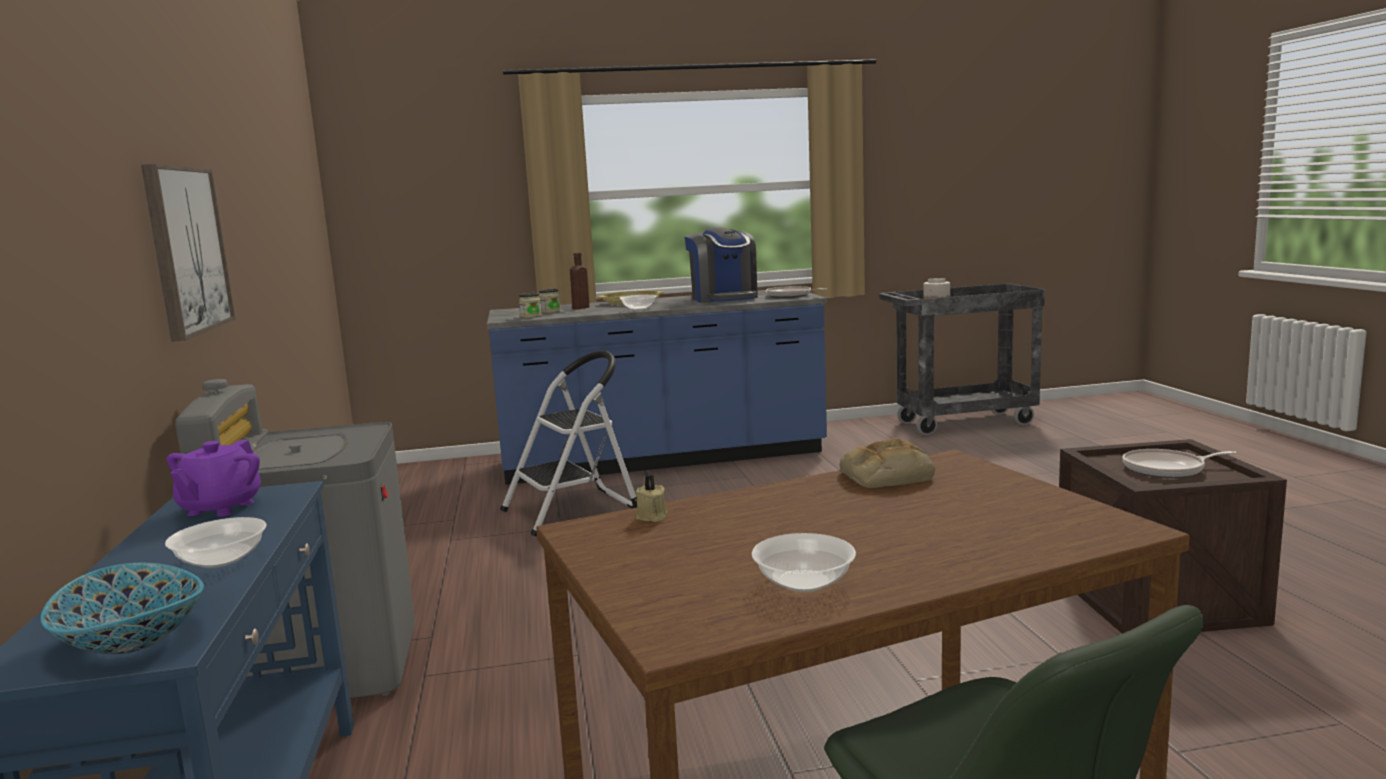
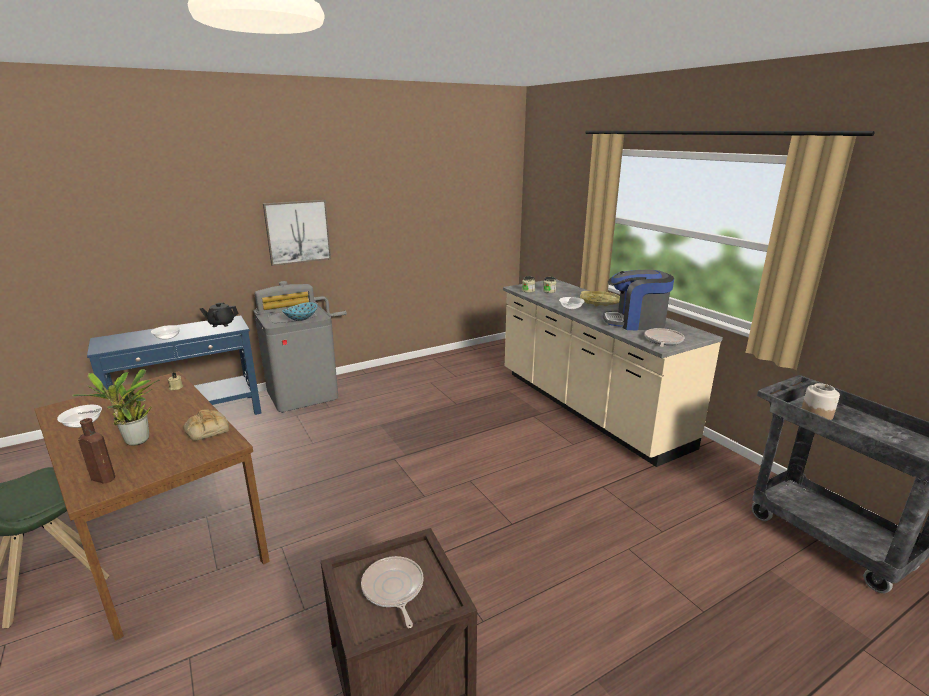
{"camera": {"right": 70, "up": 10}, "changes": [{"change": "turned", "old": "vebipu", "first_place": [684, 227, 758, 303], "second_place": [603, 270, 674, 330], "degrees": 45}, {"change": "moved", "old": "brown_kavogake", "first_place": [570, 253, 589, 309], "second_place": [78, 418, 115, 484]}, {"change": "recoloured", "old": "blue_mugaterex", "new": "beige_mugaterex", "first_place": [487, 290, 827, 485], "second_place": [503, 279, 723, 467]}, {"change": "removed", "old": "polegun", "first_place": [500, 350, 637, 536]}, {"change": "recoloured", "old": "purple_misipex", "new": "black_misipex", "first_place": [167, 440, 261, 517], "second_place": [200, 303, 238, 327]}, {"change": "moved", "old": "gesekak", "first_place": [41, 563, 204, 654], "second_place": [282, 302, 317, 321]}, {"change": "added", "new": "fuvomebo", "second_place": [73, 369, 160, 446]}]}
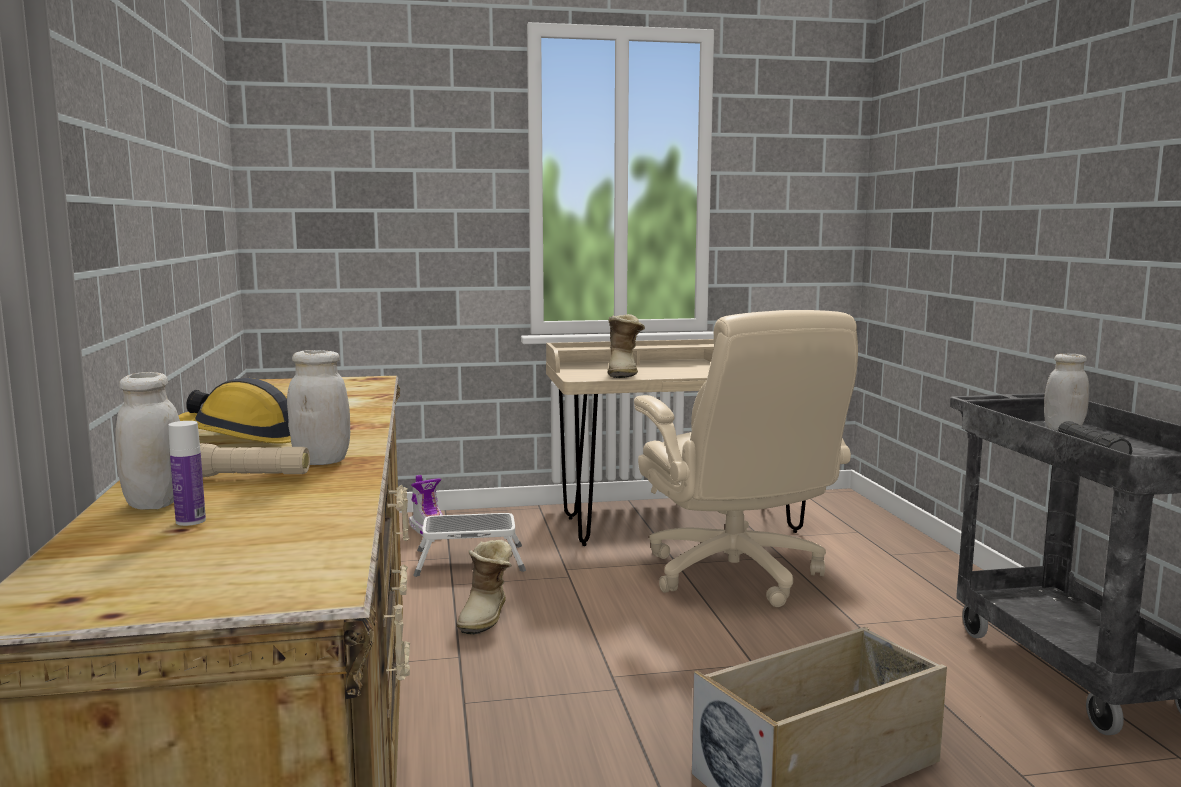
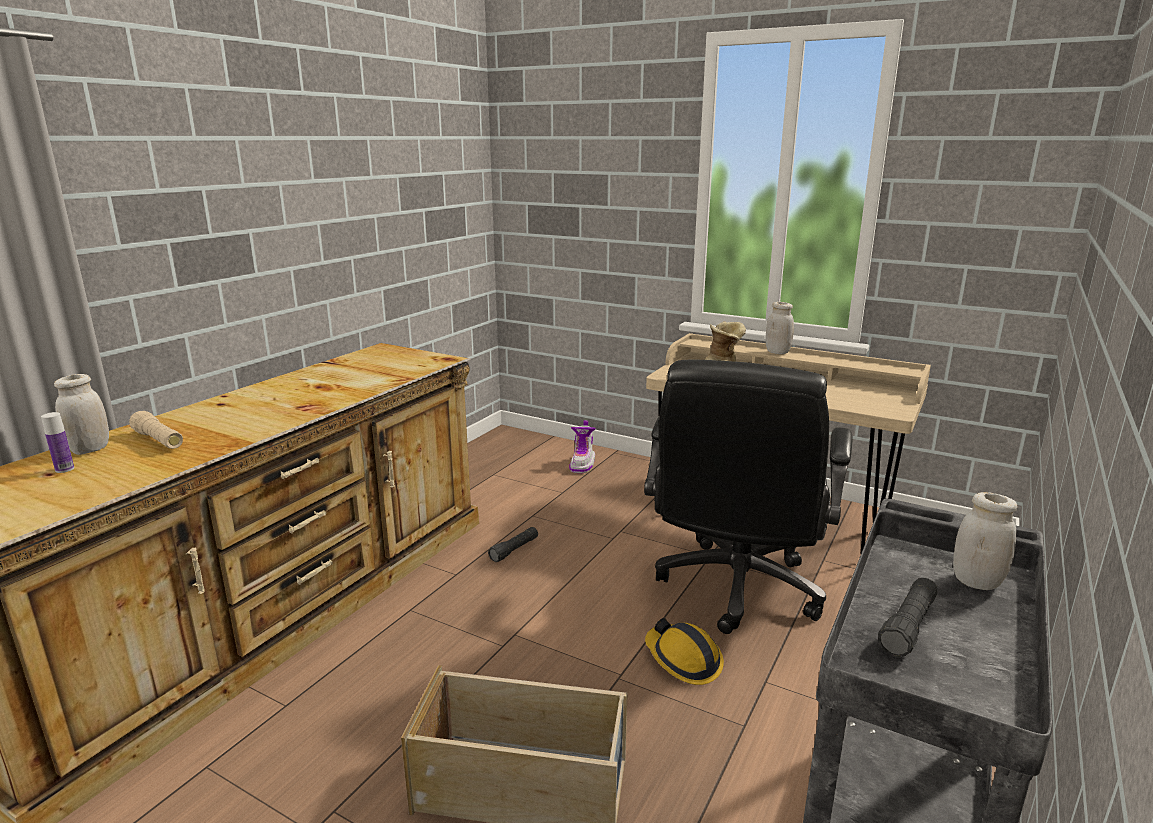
{"camera": {"right": 40, "up": 10}, "changes": [{"change": "recoloured", "old": "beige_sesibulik", "new": "black_sesibulik", "first_place": [634, 310, 858, 607], "second_place": [644, 360, 853, 634]}, {"change": "moved", "old": "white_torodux", "first_place": [287, 350, 350, 465], "second_place": [766, 302, 794, 354]}, {"change": "moved", "old": "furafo", "first_place": [178, 378, 291, 443], "second_place": [645, 618, 724, 685]}, {"change": "removed", "old": "grey_polegun", "first_place": [413, 513, 526, 577]}, {"change": "replaced", "old": "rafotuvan", "new": "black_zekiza", "first_place": [457, 540, 513, 635], "second_place": [488, 527, 538, 562]}]}
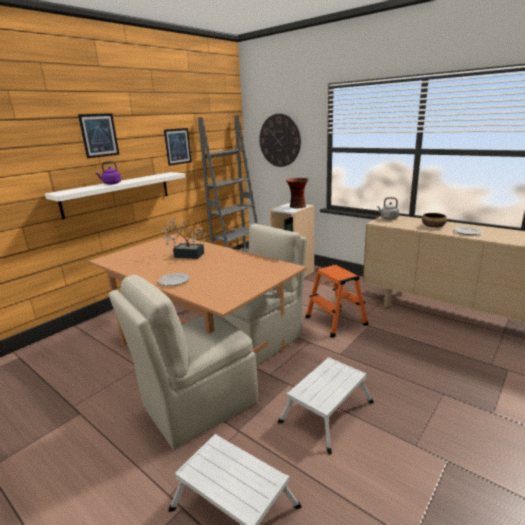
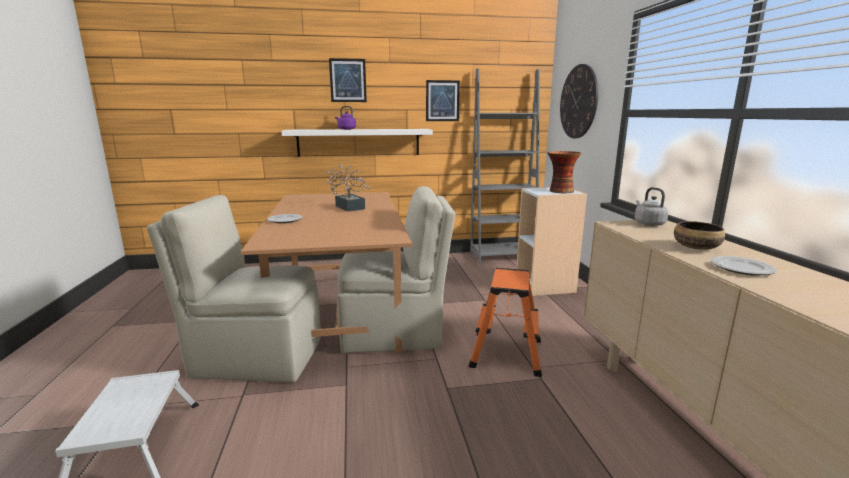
{"camera": {"right": 40, "up": -5}, "changes": [{"change": "removed", "old": "white_polegun", "first_place": [278, 357, 374, 455]}]}
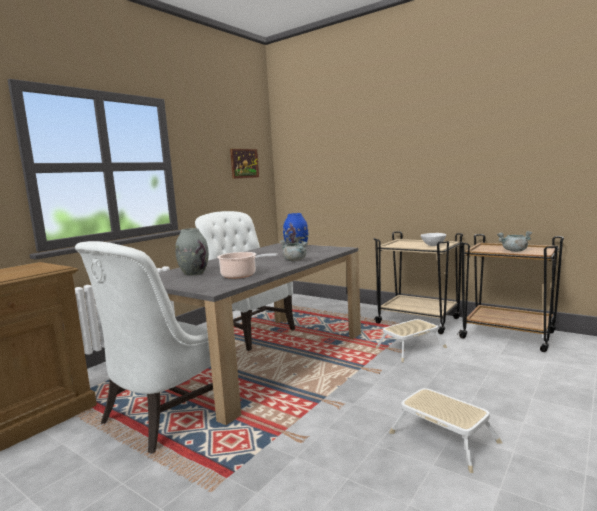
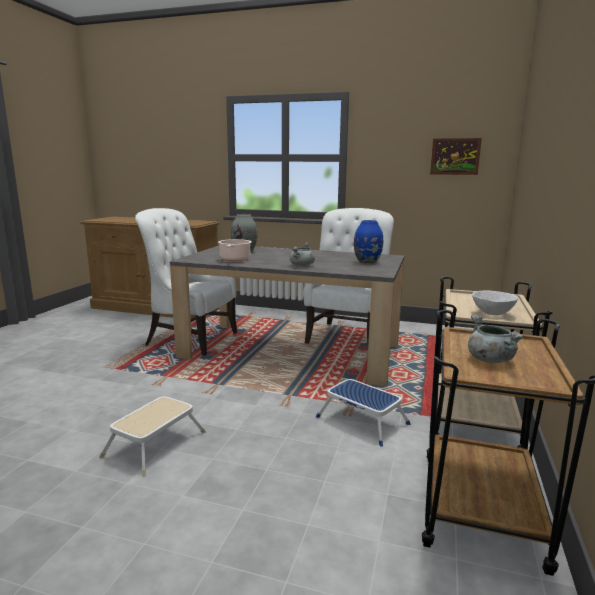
{"camera": {"right": 70, "up": 5}, "changes": [{"change": "recoloured", "old": "beige_polegun", "new": "blue_polegun", "first_place": [375, 319, 447, 362], "second_place": [316, 379, 411, 447]}]}
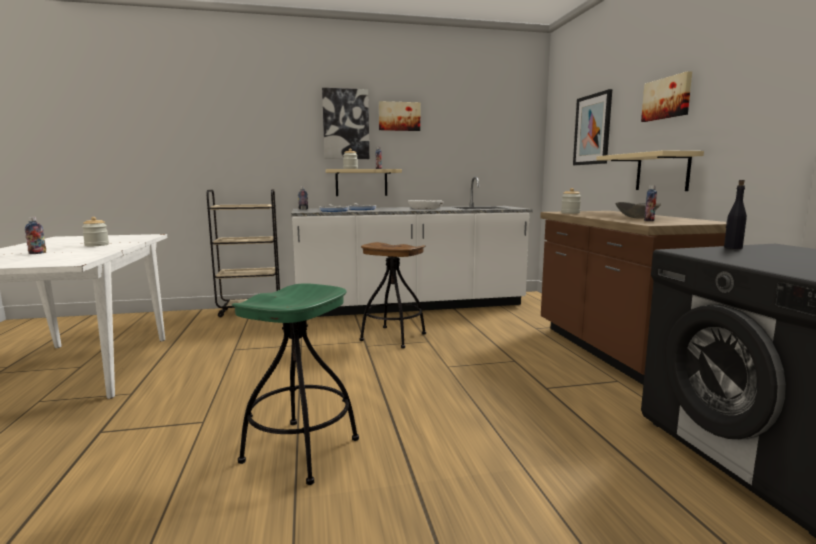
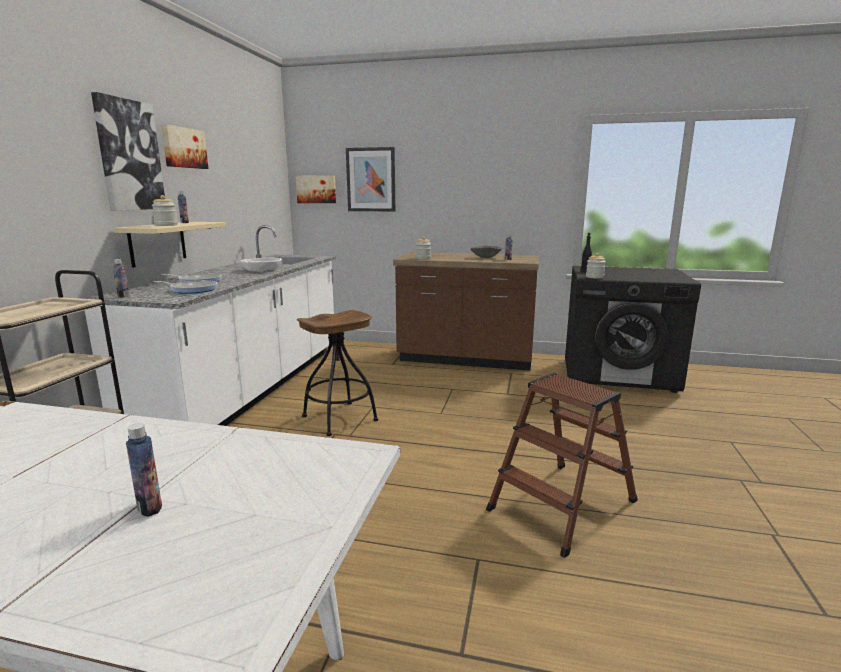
{"camera": {"right": -65, "up": 5}, "changes": [{"change": "moved", "old": "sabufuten", "first_place": [641, 71, 692, 122], "second_place": [296, 175, 336, 203]}, {"change": "removed", "old": "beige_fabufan", "first_place": [596, 150, 704, 191]}, {"change": "moved", "old": "torodux", "first_place": [82, 217, 109, 246], "second_place": [586, 253, 606, 279]}, {"change": "replaced", "old": "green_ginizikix", "new": "brown_polegun", "first_place": [232, 283, 359, 485], "second_place": [486, 373, 638, 558]}]}
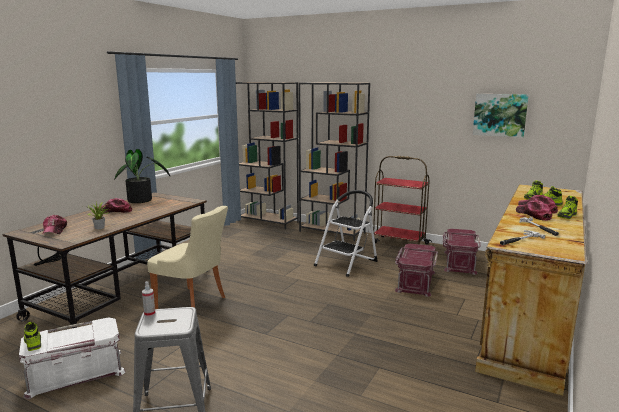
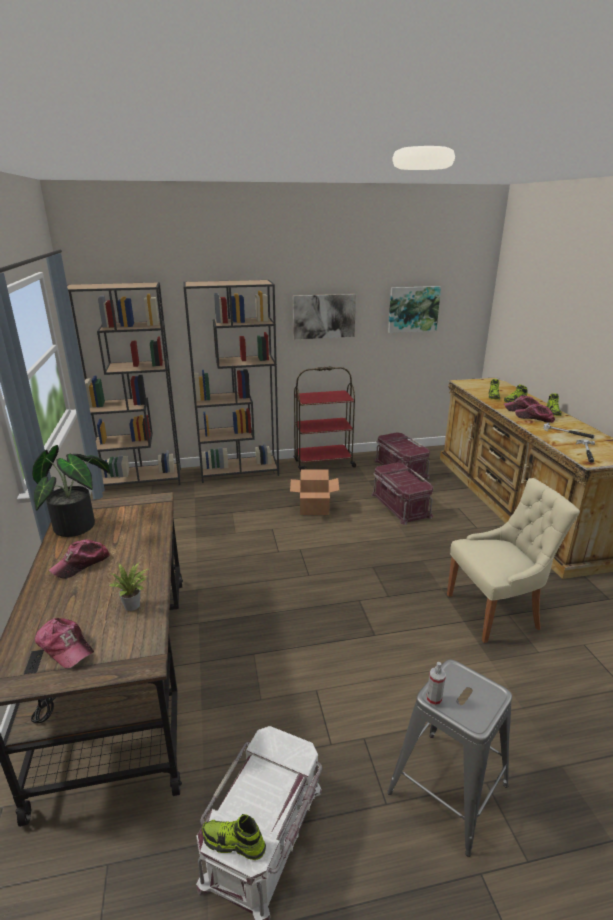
{"camera": {"right": -40, "up": 10}, "changes": [{"change": "replaced", "old": "polegun", "new": "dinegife", "first_place": [314, 190, 378, 277], "second_place": [290, 469, 339, 515]}, {"change": "moved", "old": "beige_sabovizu", "first_place": [147, 206, 228, 309], "second_place": [447, 478, 580, 643]}, {"change": "added", "new": "sabufuten", "second_place": [293, 294, 356, 339]}]}
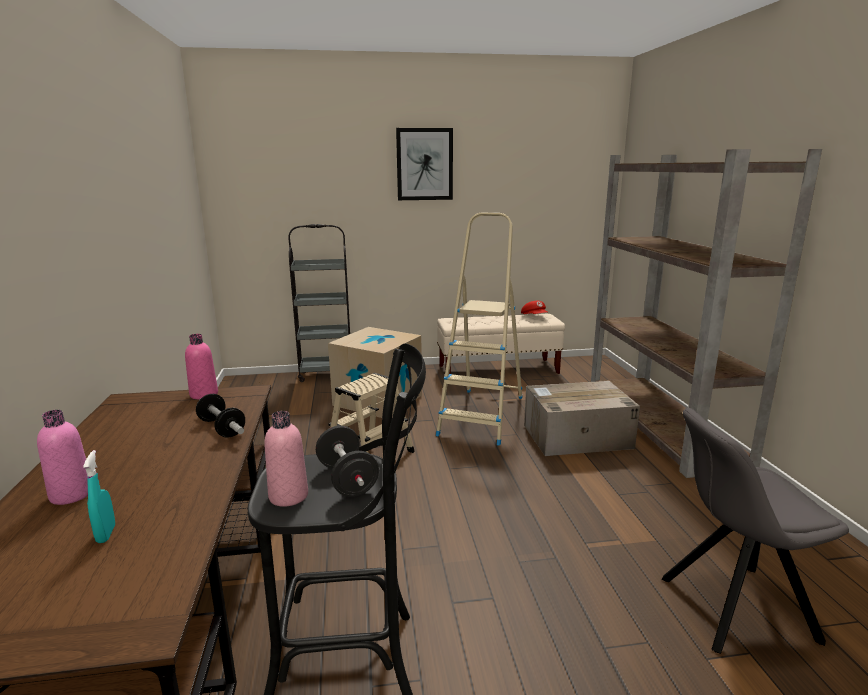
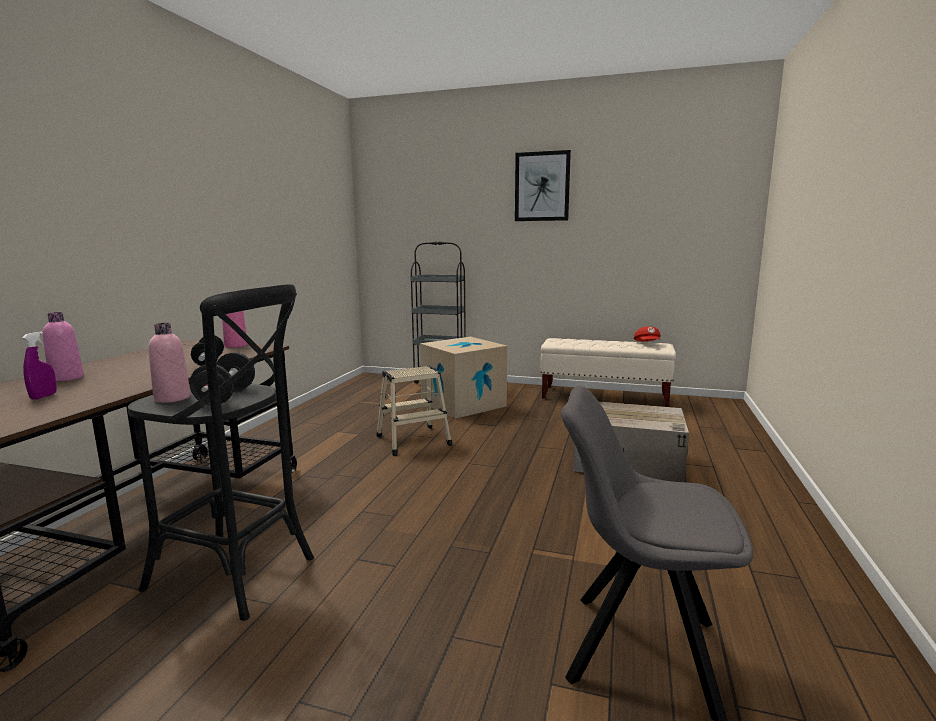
{"camera": {"right": 25, "up": -5}, "changes": [{"change": "removed", "old": "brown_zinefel", "first_place": [591, 149, 822, 478]}, {"change": "removed", "old": "beige_polegun", "first_place": [436, 213, 523, 446]}, {"change": "recoloured", "old": "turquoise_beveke", "new": "purple_beveke", "first_place": [83, 450, 115, 543], "second_place": [22, 331, 57, 400]}]}
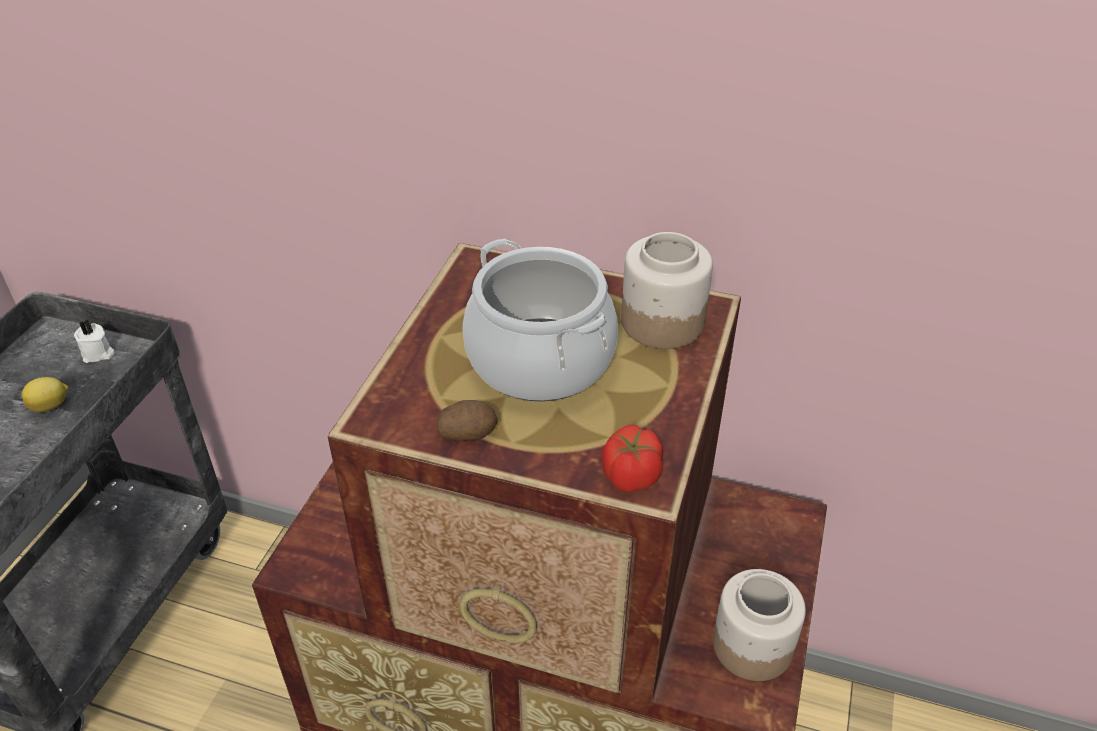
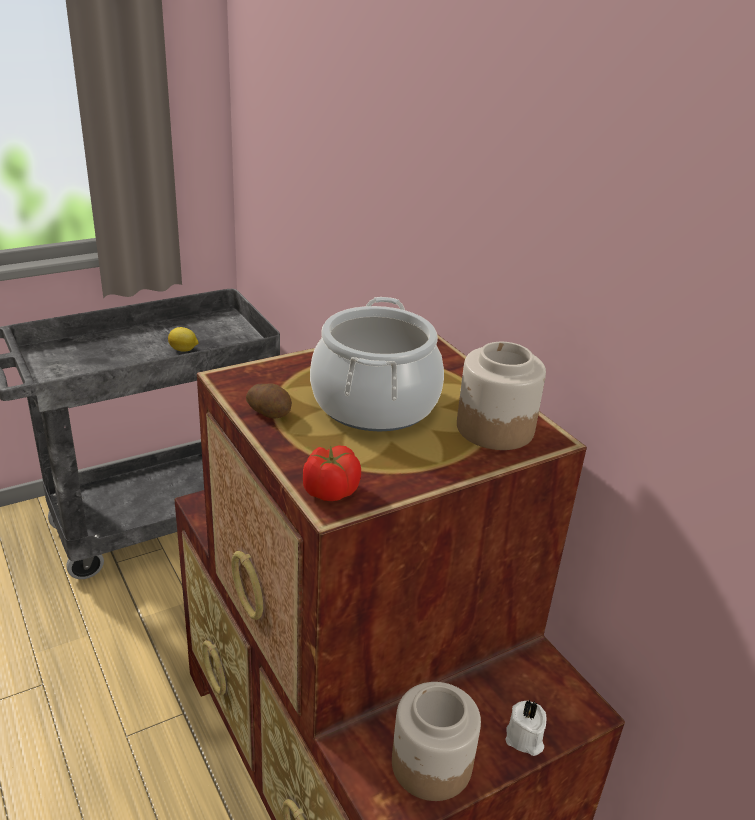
{"camera": {"right": 40, "up": -10}, "changes": [{"change": "moved", "old": "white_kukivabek", "first_place": [74, 320, 114, 363], "second_place": [505, 700, 547, 756]}]}
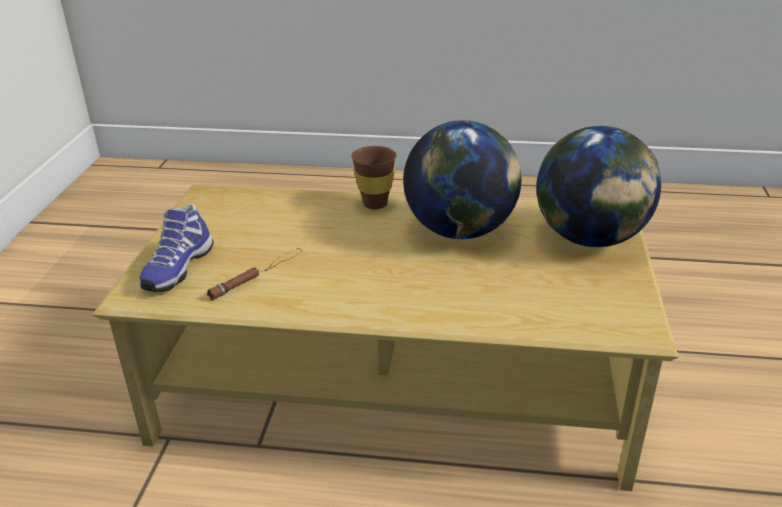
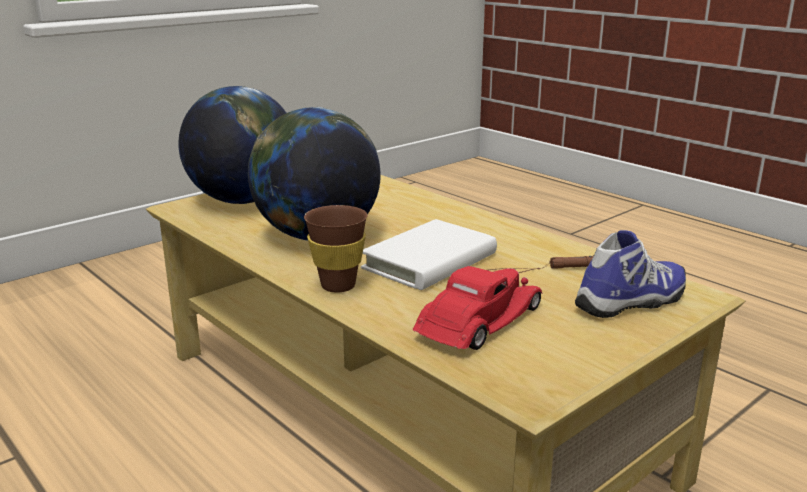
{"camera": {"right": -140, "up": -10}, "changes": [{"change": "added", "new": "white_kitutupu", "second_place": [361, 219, 497, 290]}, {"change": "added", "new": "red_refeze", "second_place": [413, 266, 543, 350]}]}
